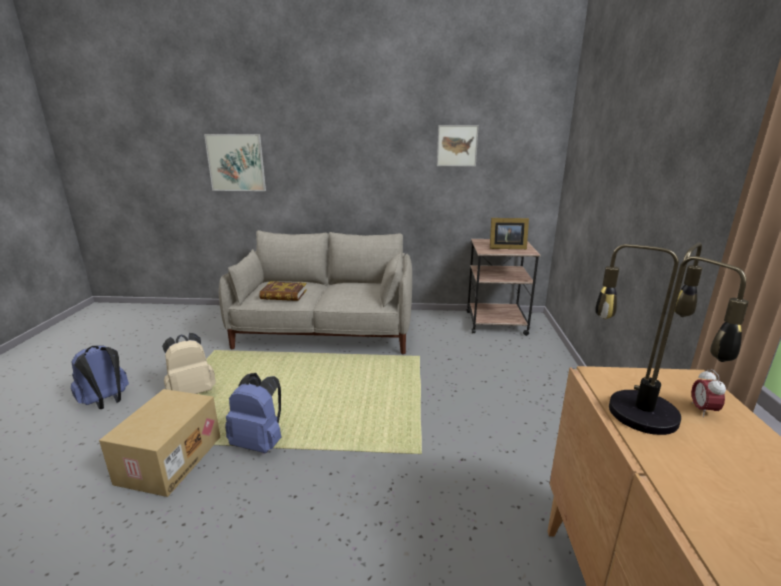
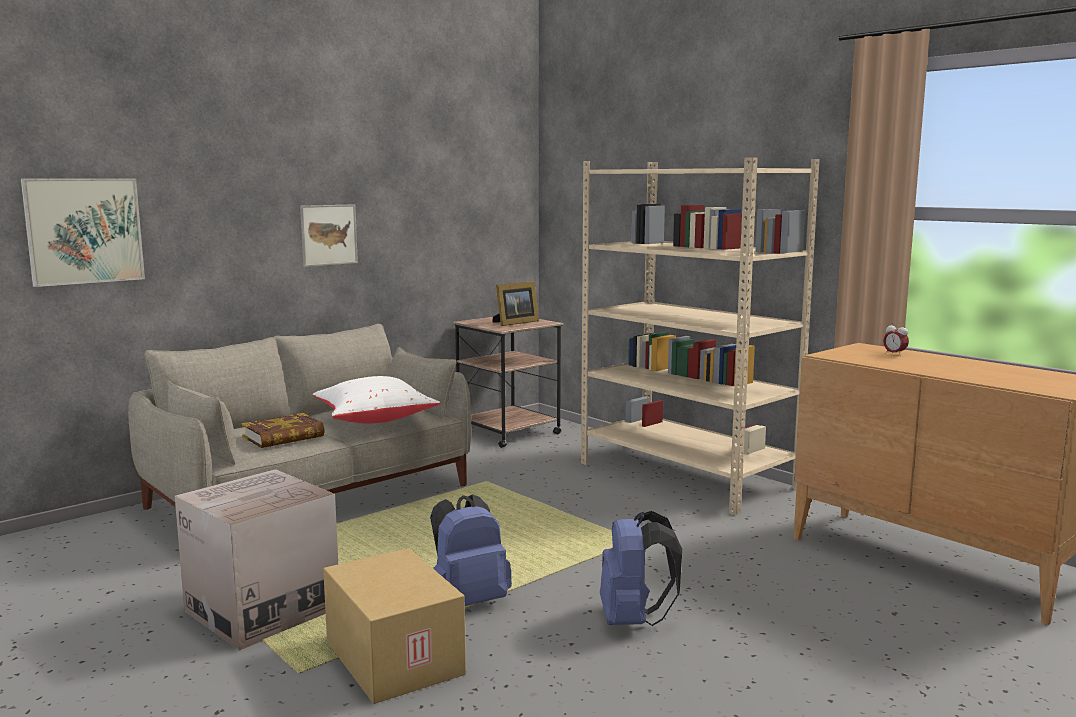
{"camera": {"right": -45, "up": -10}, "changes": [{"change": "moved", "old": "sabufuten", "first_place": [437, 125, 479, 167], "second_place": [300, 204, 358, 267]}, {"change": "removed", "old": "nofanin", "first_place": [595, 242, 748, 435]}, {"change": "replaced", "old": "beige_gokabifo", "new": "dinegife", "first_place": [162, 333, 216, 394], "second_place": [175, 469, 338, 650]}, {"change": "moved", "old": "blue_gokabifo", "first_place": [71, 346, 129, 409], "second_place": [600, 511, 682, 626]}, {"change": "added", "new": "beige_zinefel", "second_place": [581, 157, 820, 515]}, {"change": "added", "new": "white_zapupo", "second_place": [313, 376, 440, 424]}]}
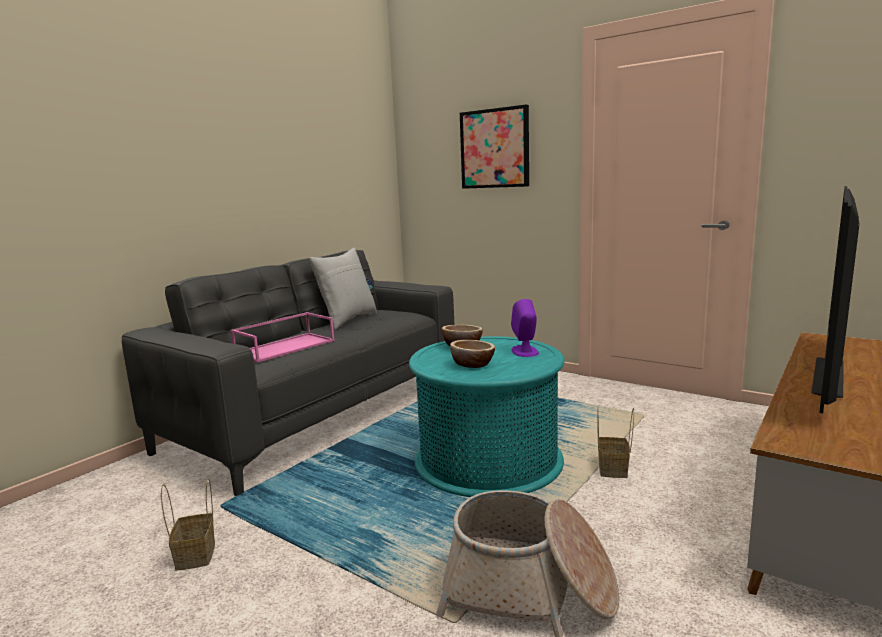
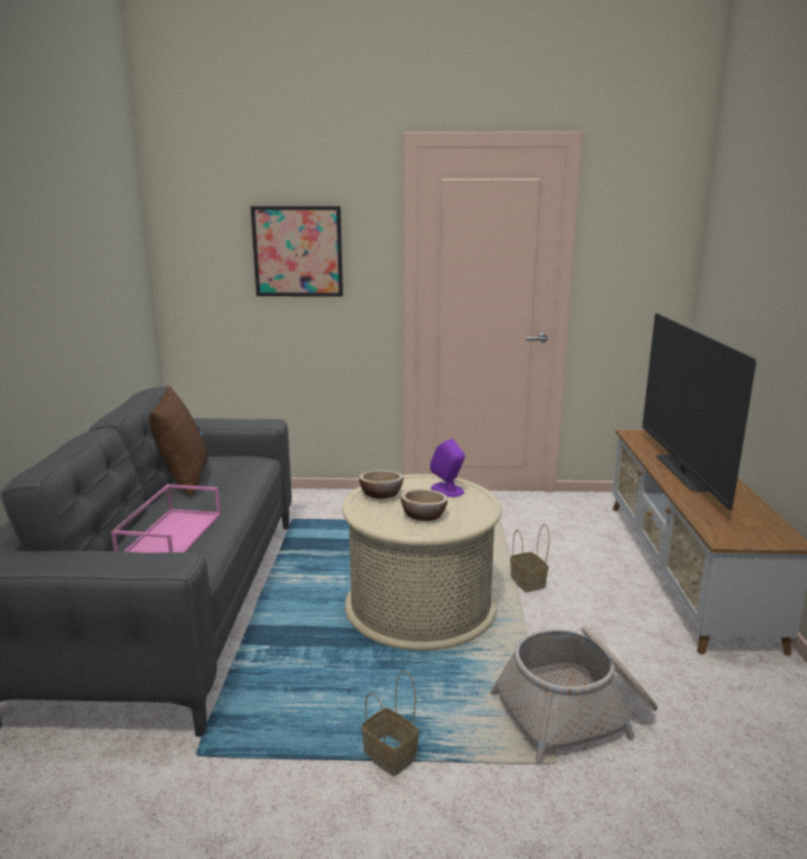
{"camera": {"right": -35, "up": 5}, "changes": [{"change": "recoloured", "old": "grey_zapupo", "new": "brown_zapupo", "first_place": [309, 248, 377, 330], "second_place": [149, 386, 208, 498]}, {"change": "recoloured", "old": "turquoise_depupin", "new": "beige_depupin", "first_place": [409, 336, 565, 497], "second_place": [342, 474, 502, 651]}, {"change": "moved", "old": "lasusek", "first_place": [161, 478, 215, 571], "second_place": [361, 670, 419, 776]}]}
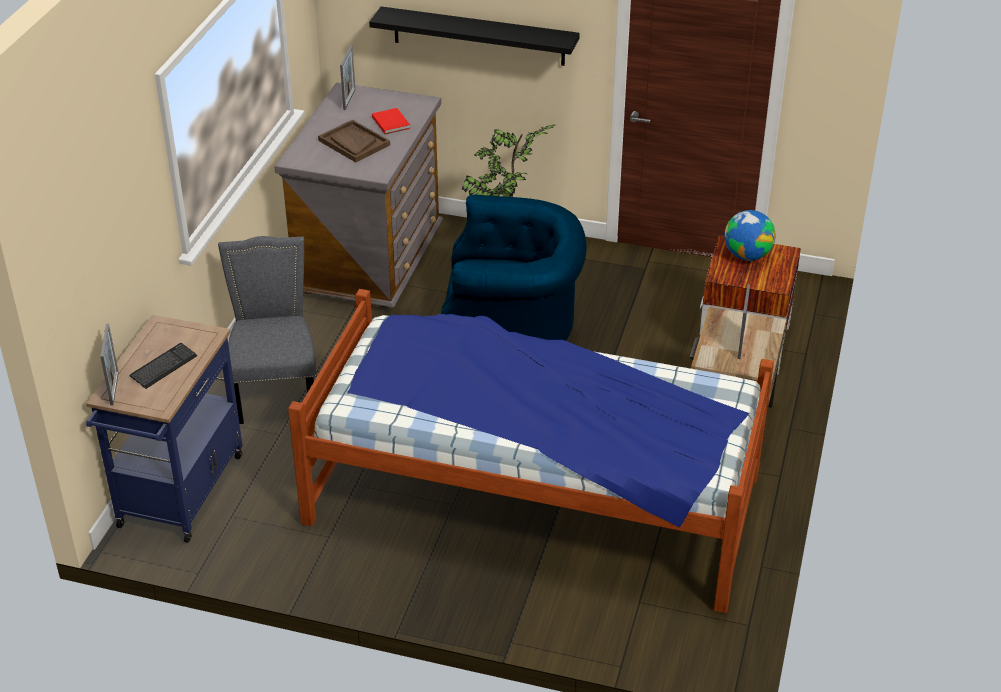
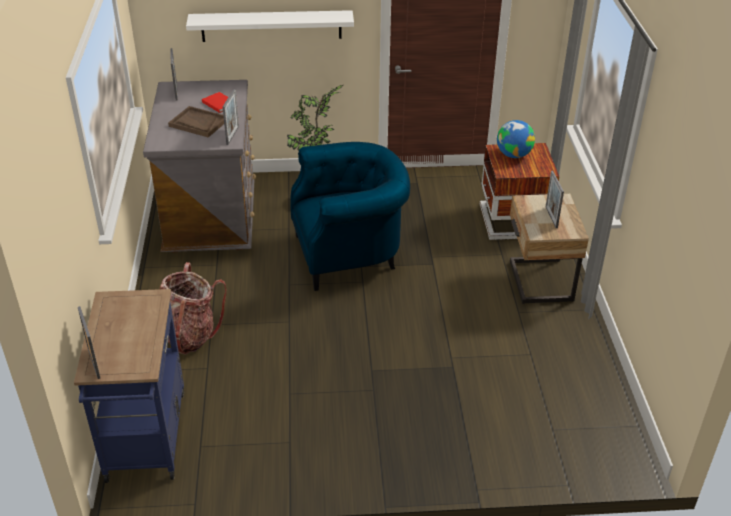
{"camera": {"right": -20, "up": 0}, "changes": [{"change": "recoloured", "old": "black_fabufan", "new": "white_fabufan", "first_place": [369, 6, 580, 66], "second_place": [186, 10, 354, 42]}, {"change": "replaced", "old": "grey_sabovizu", "new": "gokabifo", "first_place": [218, 236, 317, 424], "second_place": [160, 262, 227, 355]}, {"change": "removed", "old": "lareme", "first_place": [288, 289, 774, 613]}, {"change": "removed", "old": "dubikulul", "first_place": [130, 343, 197, 389]}, {"change": "added", "new": "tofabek", "second_place": [223, 89, 239, 145]}]}
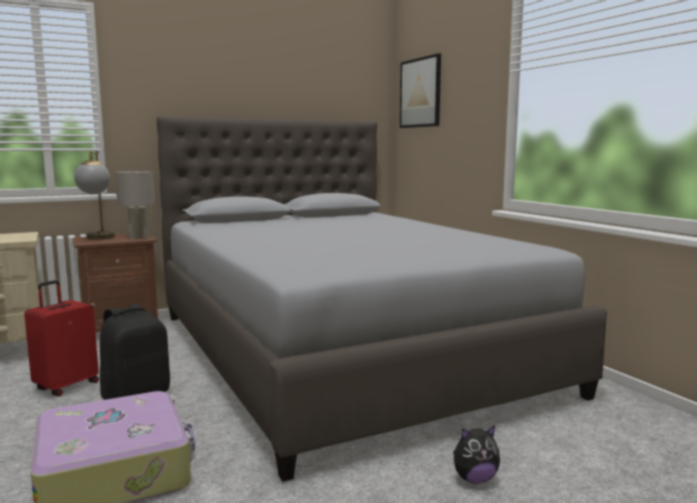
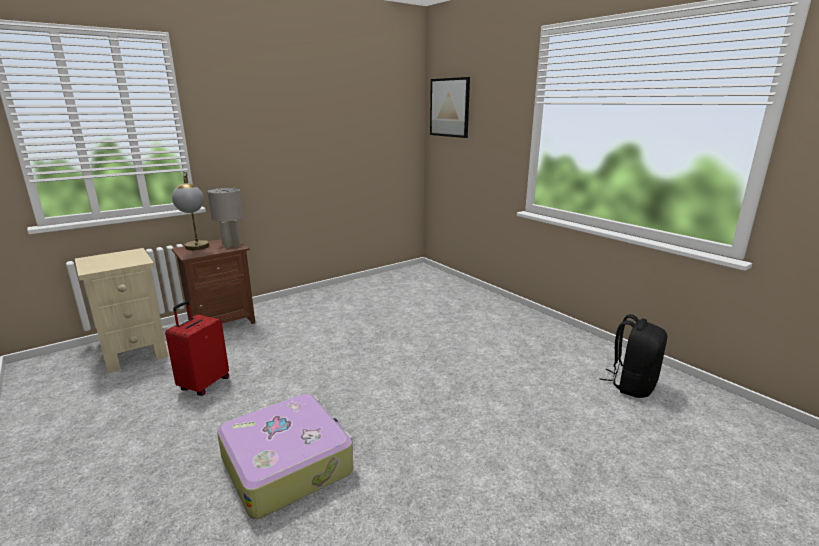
{"camera": {"right": -10, "up": 10}, "changes": [{"change": "removed", "old": "grey_lareme", "first_place": [157, 116, 607, 482]}, {"change": "moved", "old": "black_gokabifo", "first_place": [100, 304, 170, 400], "second_place": [600, 314, 668, 398]}, {"change": "removed", "old": "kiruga", "first_place": [453, 425, 500, 484]}]}
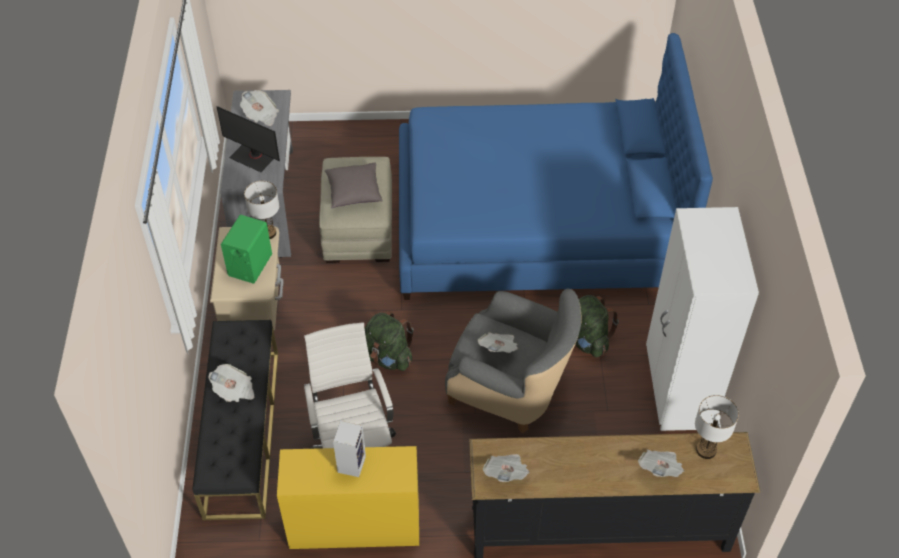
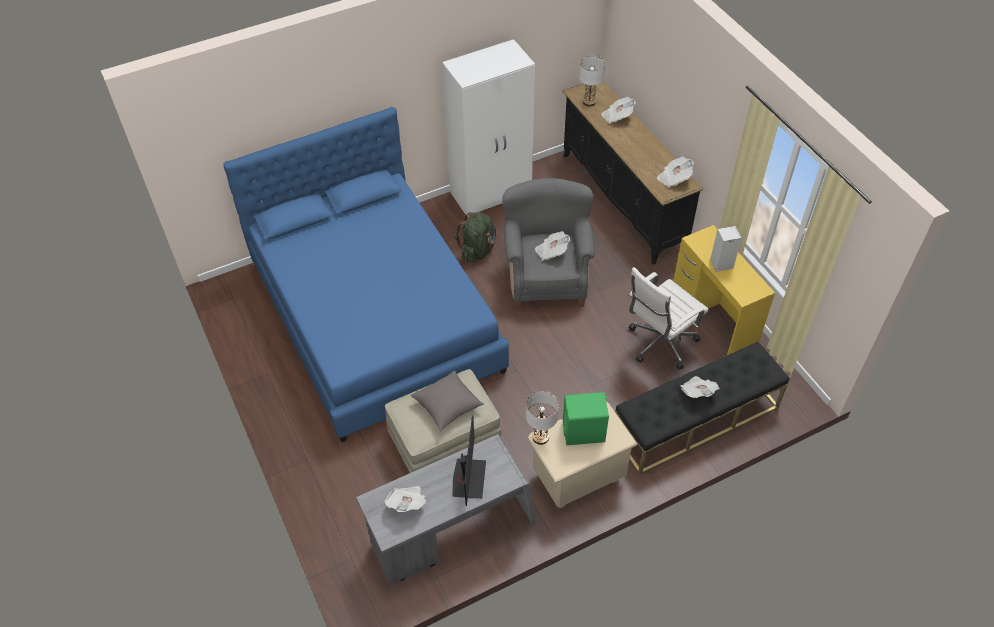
{"camera": {"right": -115, "up": 0}, "changes": [{"change": "removed", "old": "green_gokabifo", "first_place": [365, 311, 414, 371]}]}
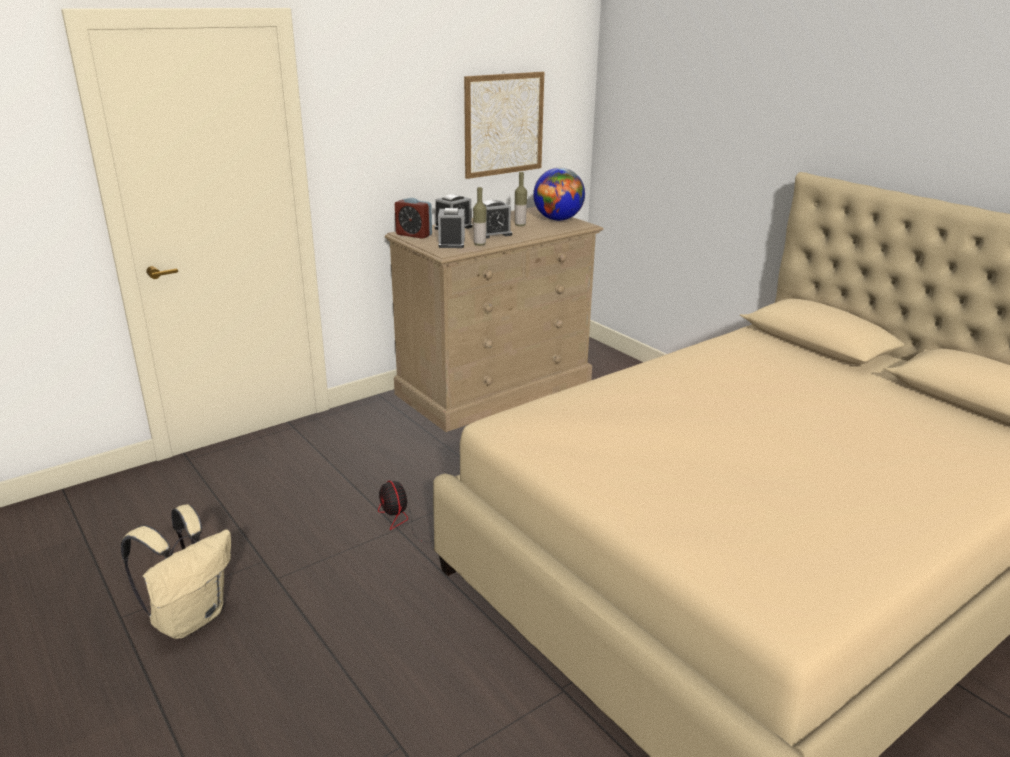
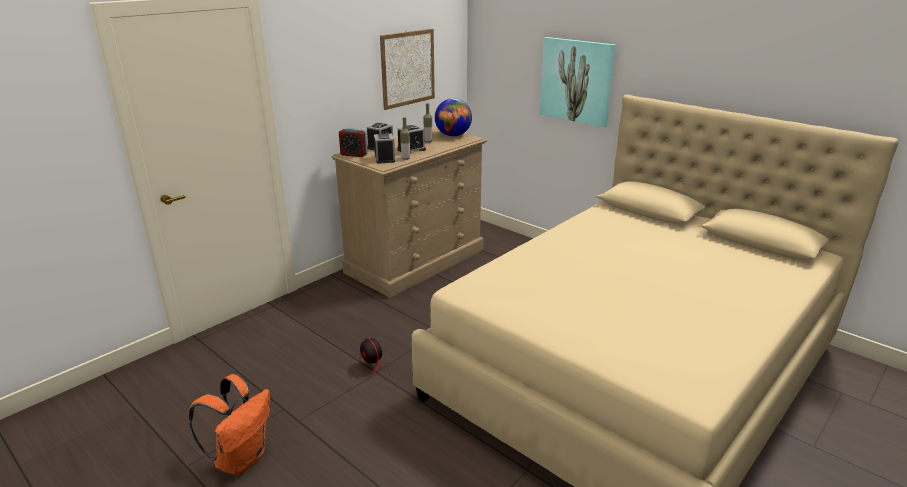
{"camera": {"right": -10, "up": 0}, "changes": [{"change": "recoloured", "old": "beige_gokabifo", "new": "orange_gokabifo", "first_place": [121, 504, 231, 639], "second_place": [189, 374, 270, 476]}, {"change": "added", "new": "sabufuten", "second_place": [539, 37, 616, 128]}]}
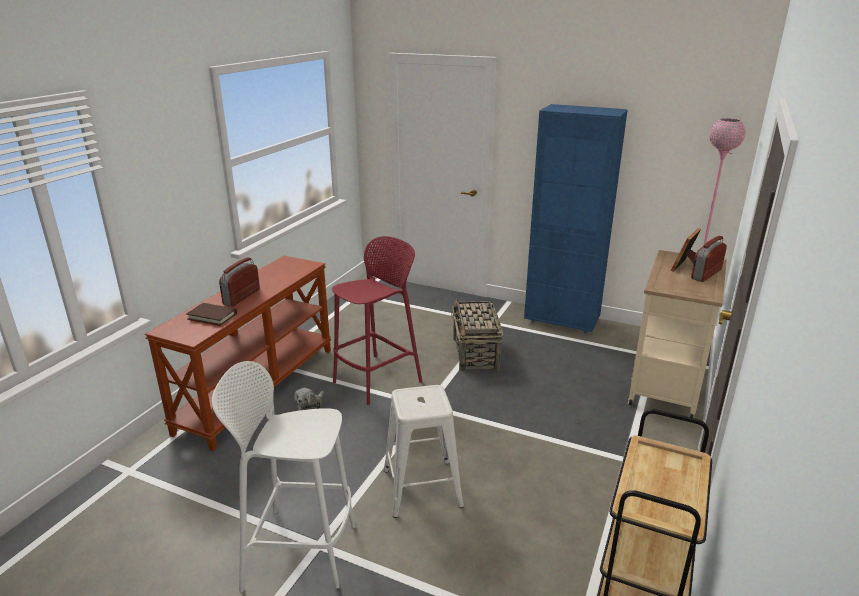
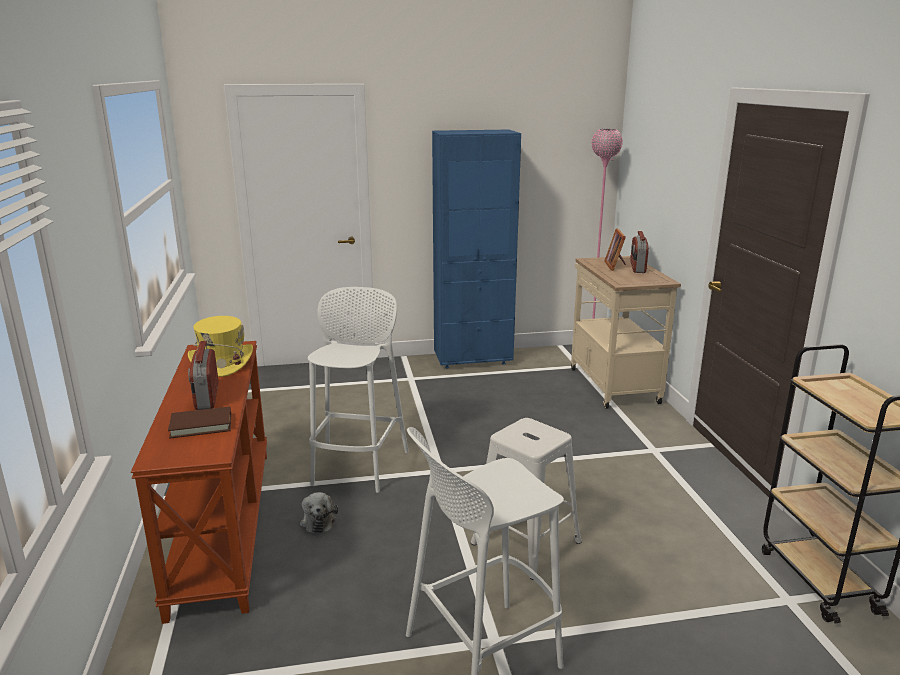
{"camera": {"right": -35, "up": -5}, "changes": [{"change": "recoloured", "old": "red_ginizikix", "new": "white_ginizikix", "first_place": [332, 236, 423, 405], "second_place": [308, 287, 409, 493]}, {"change": "removed", "old": "lasusek", "first_place": [451, 299, 503, 371]}, {"change": "added", "new": "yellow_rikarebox", "second_place": [188, 316, 253, 377]}]}
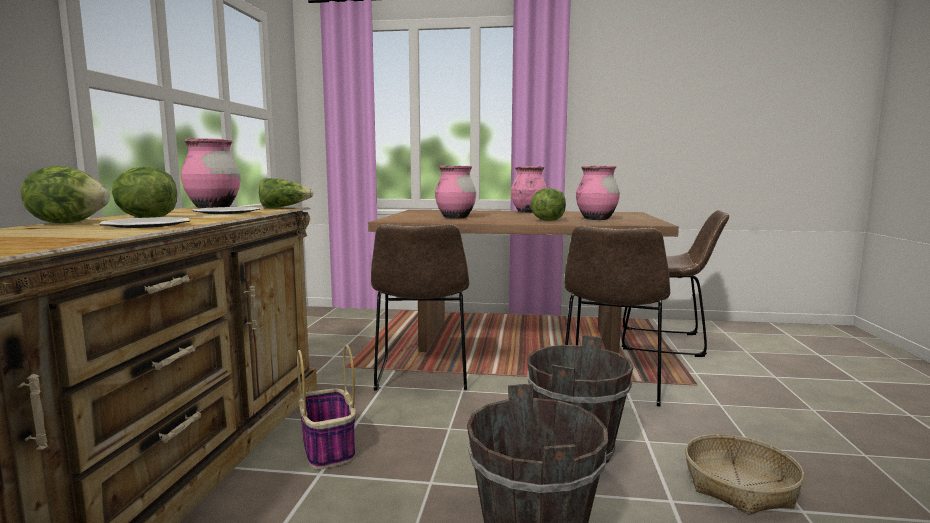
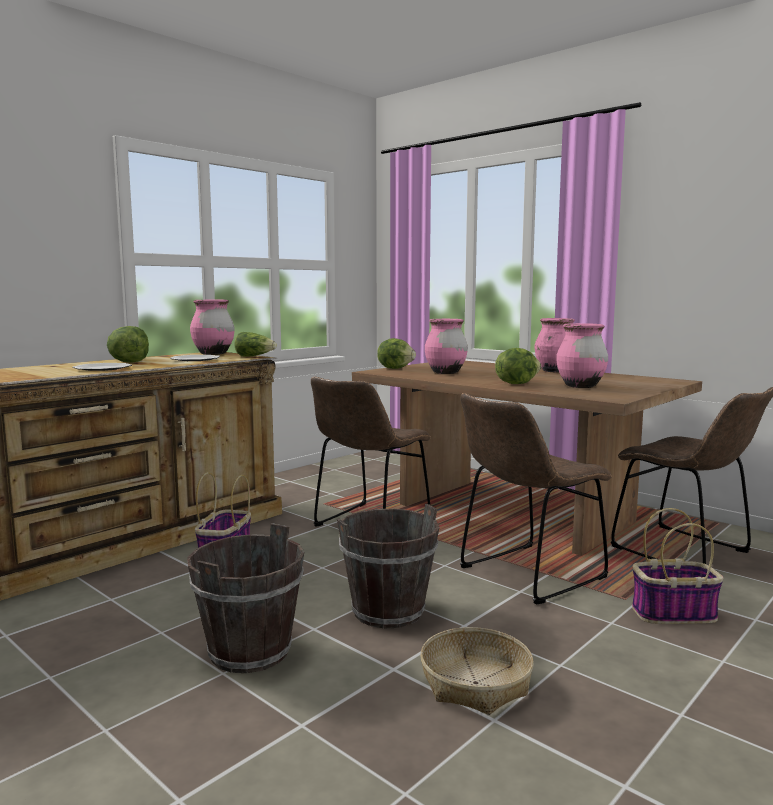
{"camera": {"right": 35, "up": 0}, "changes": [{"change": "moved", "old": "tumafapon", "first_place": [21, 166, 110, 224], "second_place": [377, 338, 416, 369]}, {"change": "added", "new": "lasusek", "second_place": [632, 508, 723, 624]}]}
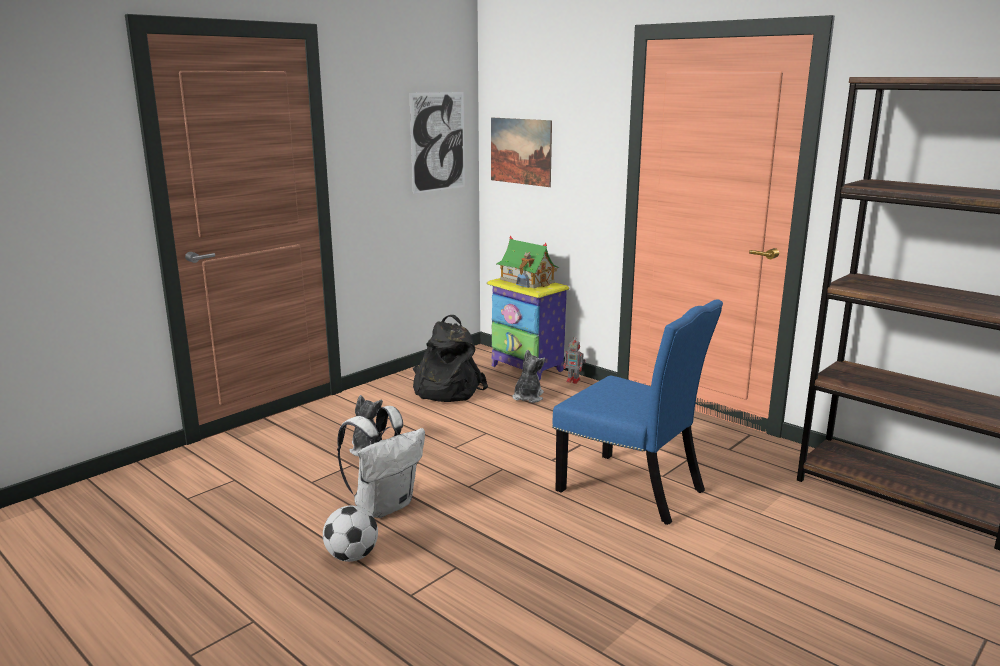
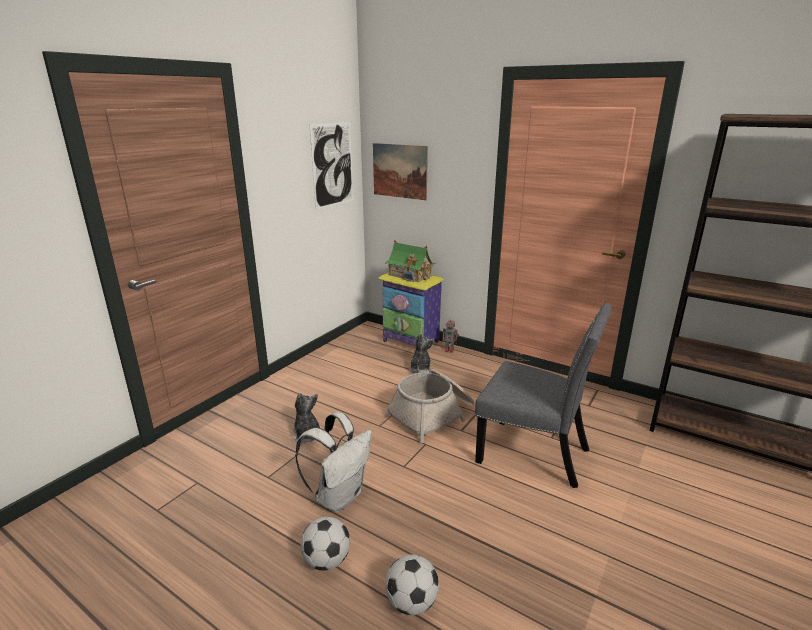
{"camera": {"right": -10, "up": 5}, "changes": [{"change": "recoloured", "old": "blue_sabovizu", "new": "grey_sabovizu", "first_place": [552, 299, 723, 525], "second_place": [475, 303, 612, 488]}, {"change": "removed", "old": "black_gokabifo", "first_place": [413, 315, 488, 402]}, {"change": "added", "new": "lasusek", "second_place": [384, 369, 474, 443]}, {"change": "added", "new": "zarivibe", "second_place": [385, 554, 439, 615]}]}
